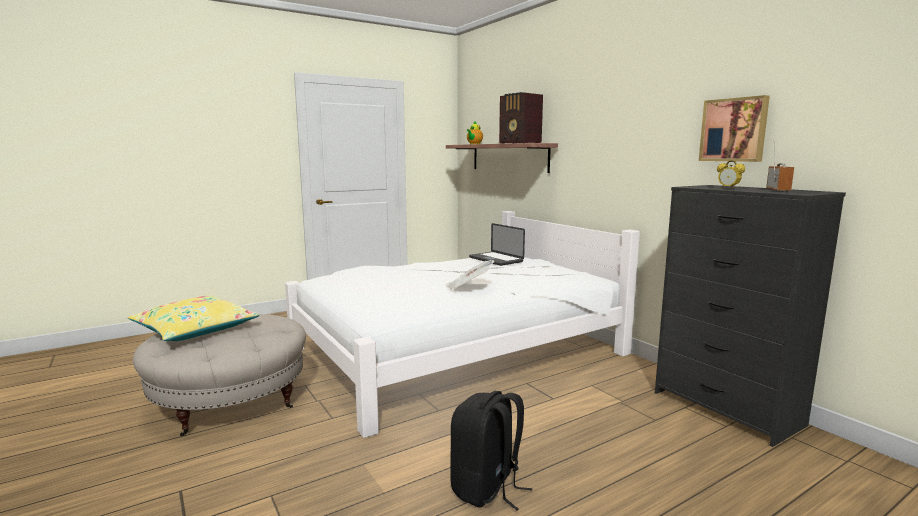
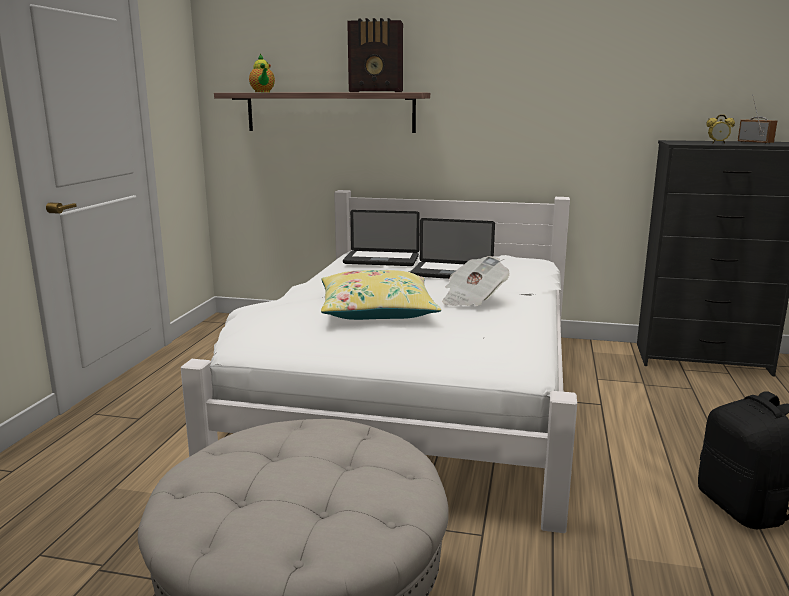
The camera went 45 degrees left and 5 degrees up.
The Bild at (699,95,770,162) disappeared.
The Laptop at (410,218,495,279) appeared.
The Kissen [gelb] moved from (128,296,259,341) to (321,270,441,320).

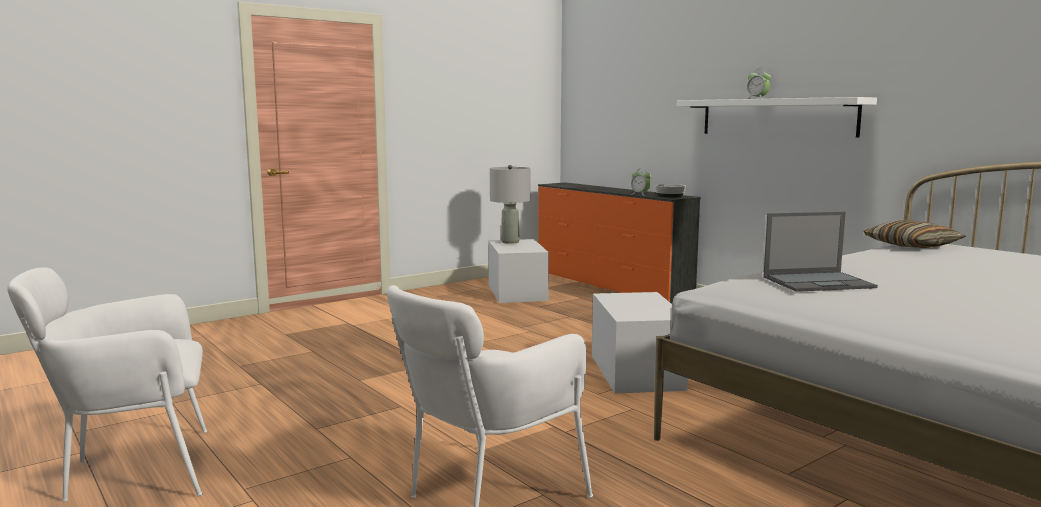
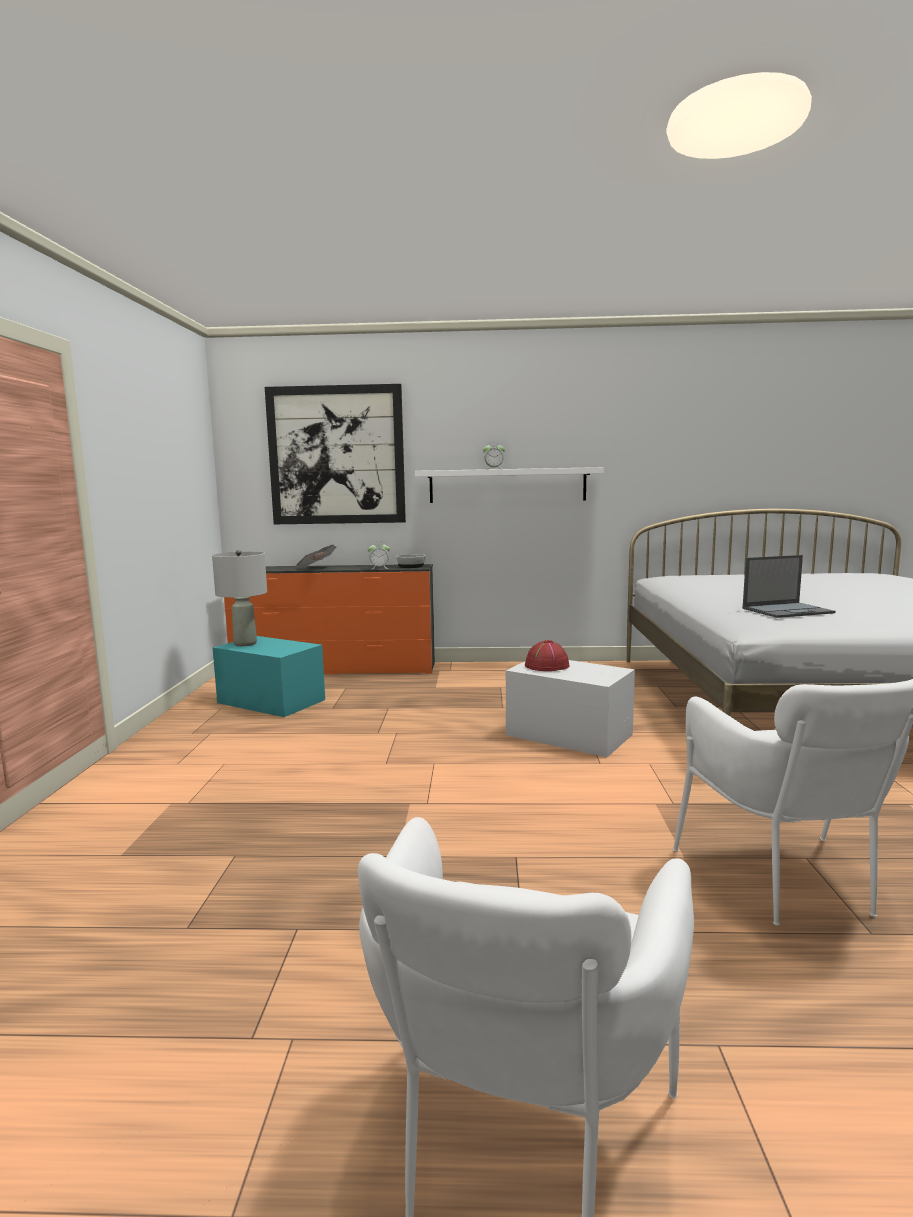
The camera went 50 degrees left and 0 degrees up.
The Kissen at (864,220,966,248) disappeared.
The Bild at (265,384,406,524) appeared.
The Zeitung at (294,545,336,567) appeared.
The Hut [rot] at (525,640,570,671) appeared.
The Aufbewahrungsbox [weiß] at (488,239,549,303) became the Aufbewahrungsbox [türkis] at (213,636,325,717).
The Laptop at (763,212,878,292) turned 45 degrees clockwise.

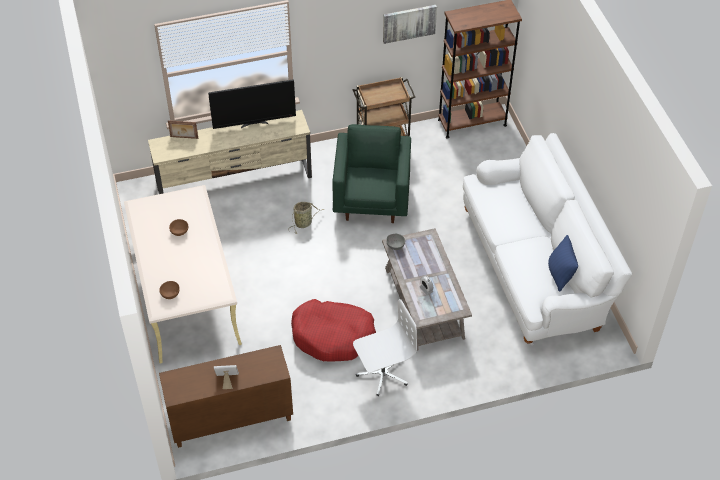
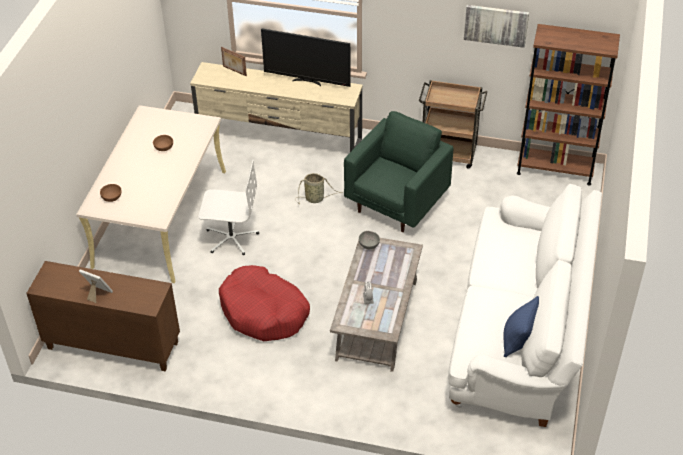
The camera went 30 degrees right and 5 degrees down.
The Bürostuhl [weiß] moved from (353,299,417,396) to (198,159,259,255).

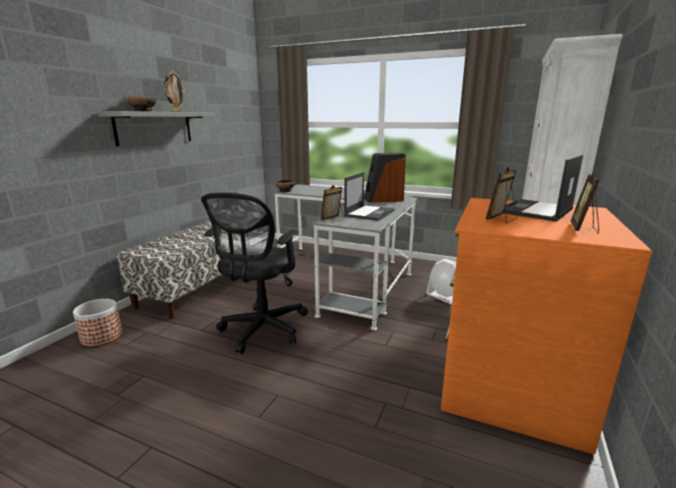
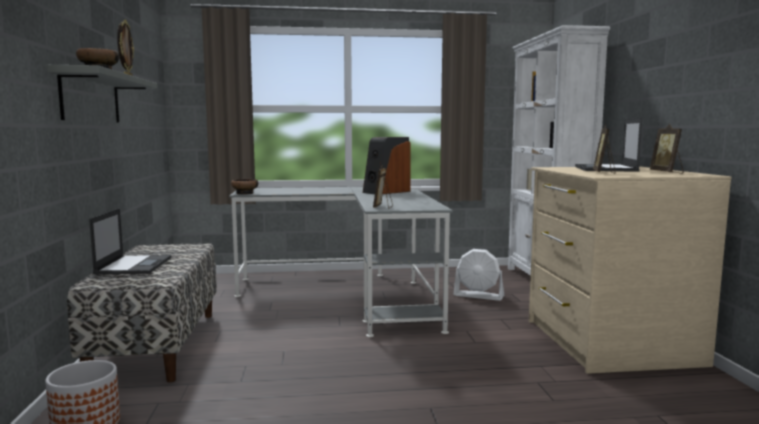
The camera went 30 degrees left and 10 degrees down.
The Bürostuhl [schwarz] at (201,193,308,354) disappeared.
The Laptop moved from (344,172,395,221) to (89,209,171,275).
The Kommode [orange] at (441,198,653,454) became the Kommode [beige] at (529,166,732,374).

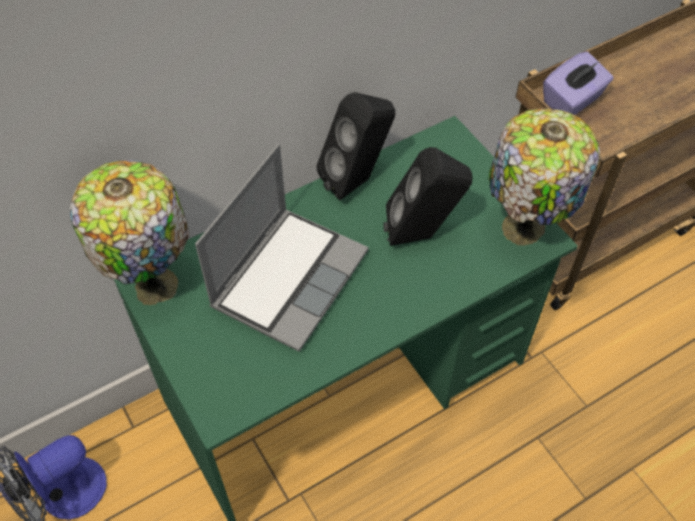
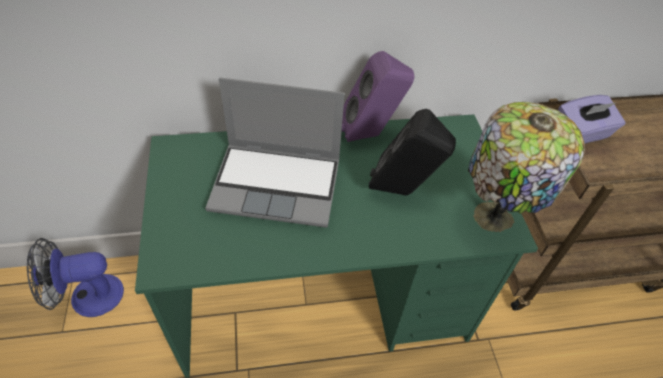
The camera went 20 degrees right and 5 degrees down.
The Tischlampe at (70,160,189,305) disappeared.
The Lautsprecher [schwarz] at (316,92,395,201) became the Lautsprecher [lila] at (342,51,414,142).
The Laptop at (195,144,369,352) turned 45 degrees clockwise.

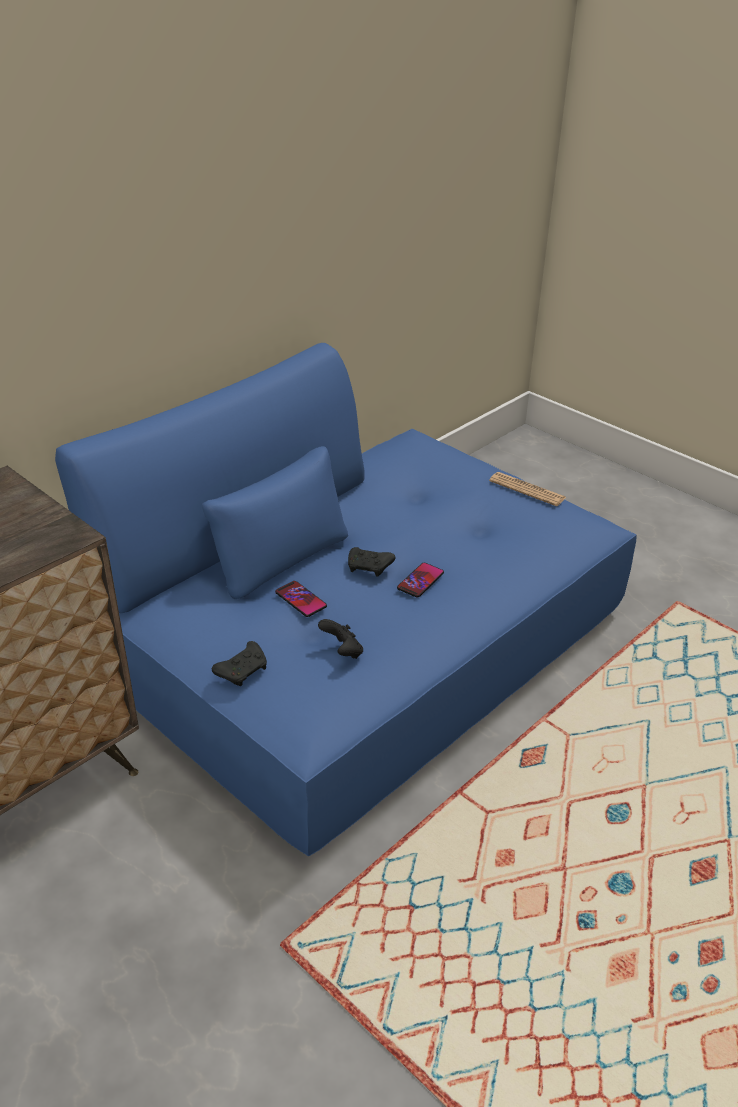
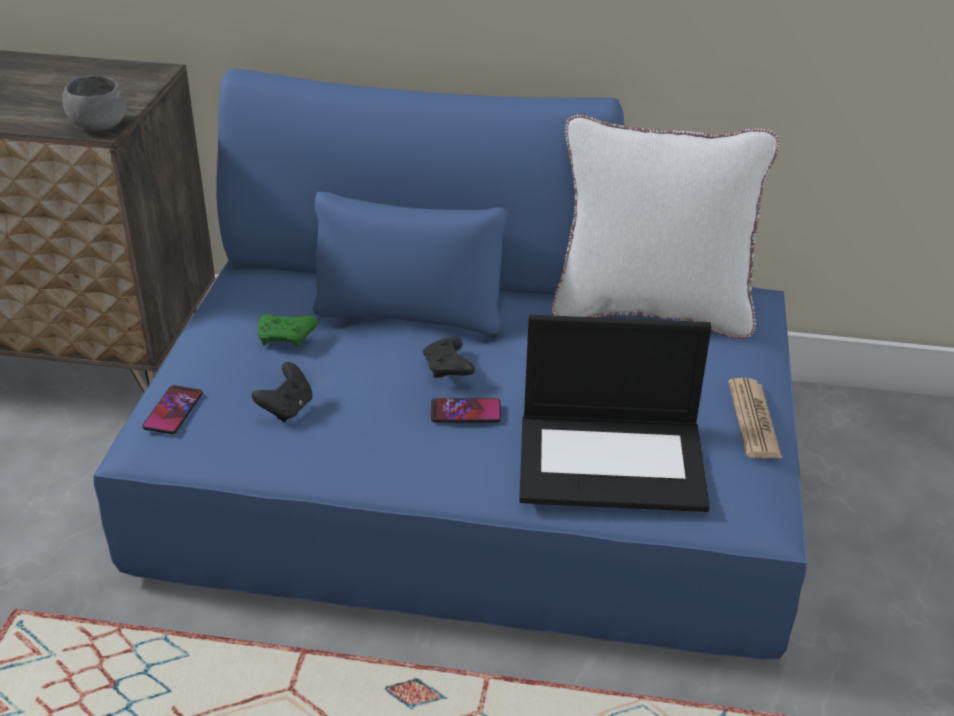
The camera went 55 degrees right and 0 degrees up.
The Gamepad [schwarz] at (212,641,267,686) disappeared.
The Schüssel [grau] at (62,76,127,131) appeared.
The Gamepad [grün] at (258,314,318,347) appeared.
The Laptop at (519,315,711,512) appeared.
The Kissen [weiß] at (552,114,779,339) appeared.
The Handy moved from (275,581,327,617) to (142,385,203,434).

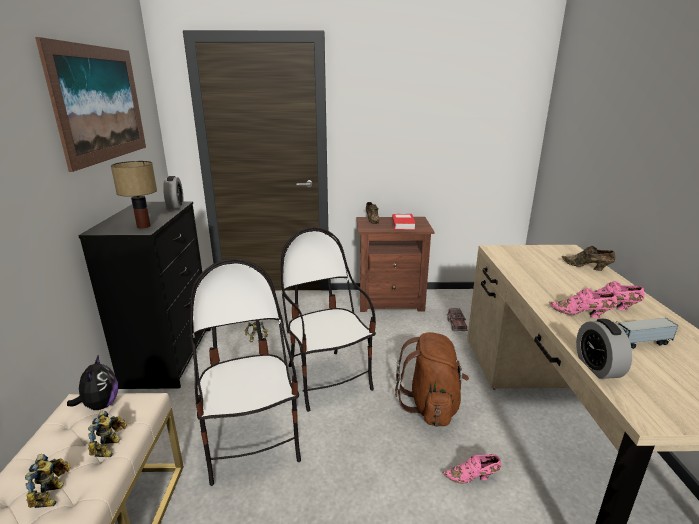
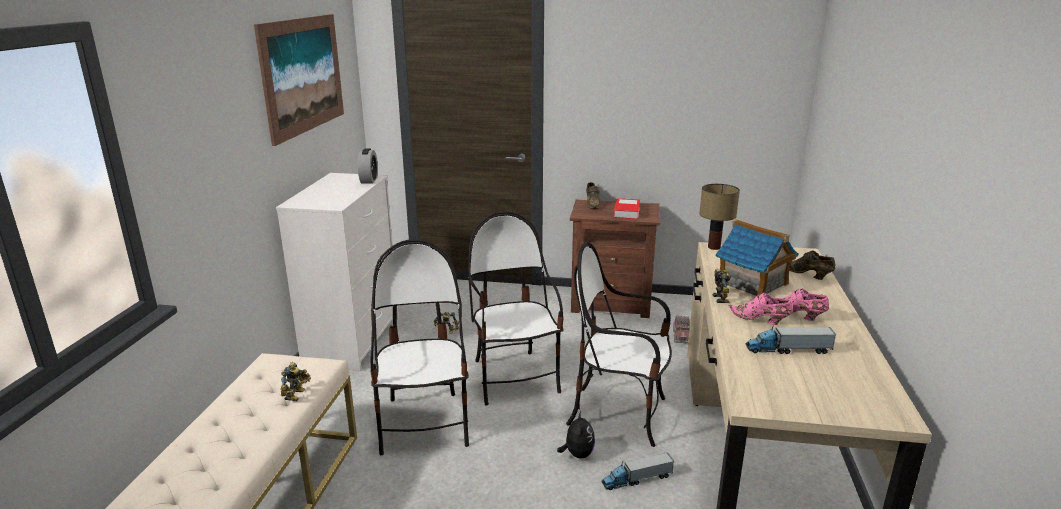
The camera went 10 degrees right and 0 degrees up.
The Wecker at (576,319,632,379) disappeared.
The Spielzeughaus at (716,219,798,296) appeared.
The Spielzeugroboter moved from (25,454,71,508) to (713,269,731,303).
The Plüschtier moved from (67,354,118,410) to (557,411,595,459).
The Tischlampe moved from (111,161,157,228) to (699,184,740,250).
The Rucksack [braun] at (395,332,469,427) was replaced by the Stuhl at (566,242,672,447).
The Schuh [rosa] at (443,454,501,484) was replaced by the Spielzeuglaster at (601,453,674,490).
The Kommode [schwarz] at (78,201,211,389) became the Kommode [weiß] at (276,173,399,371).

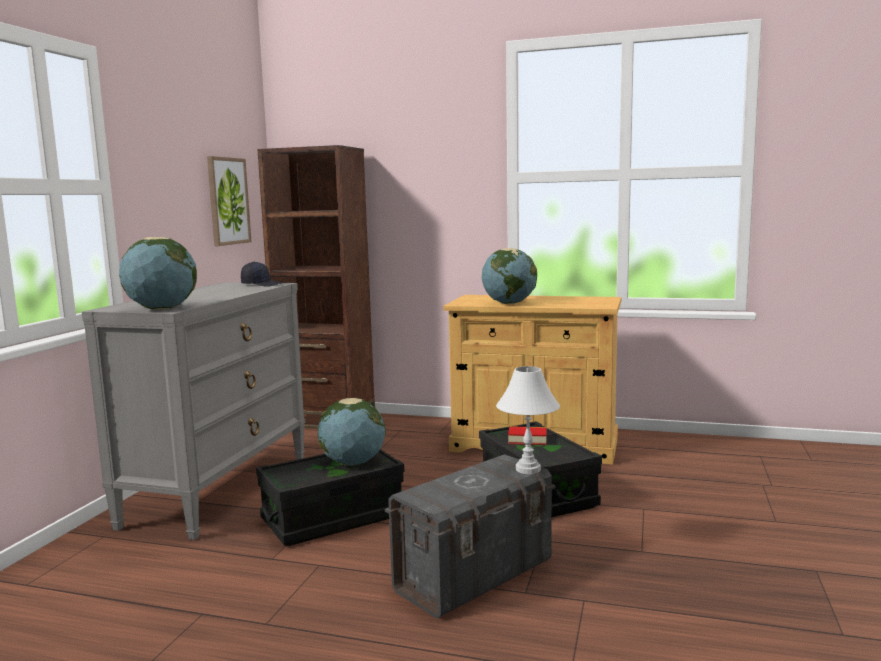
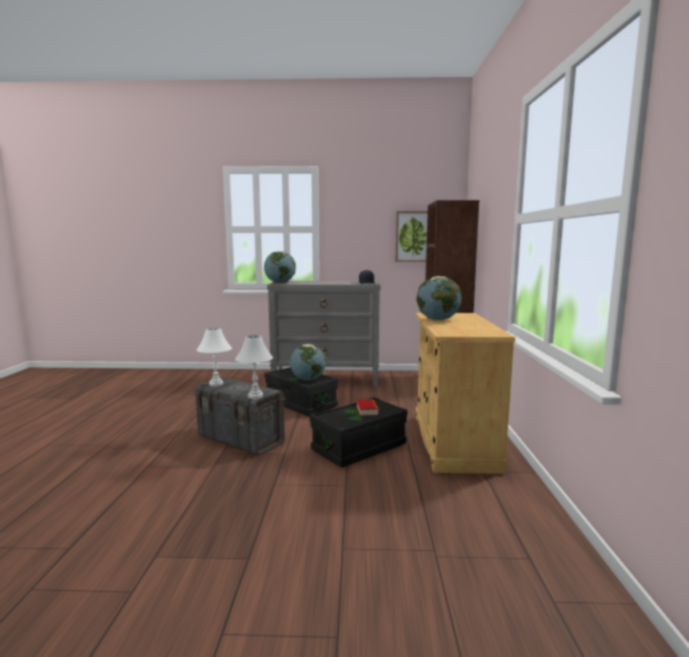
The camera went 75 degrees right and 0 degrees up.
The Tischlampe [weiß] at (197,328,232,386) appeared.

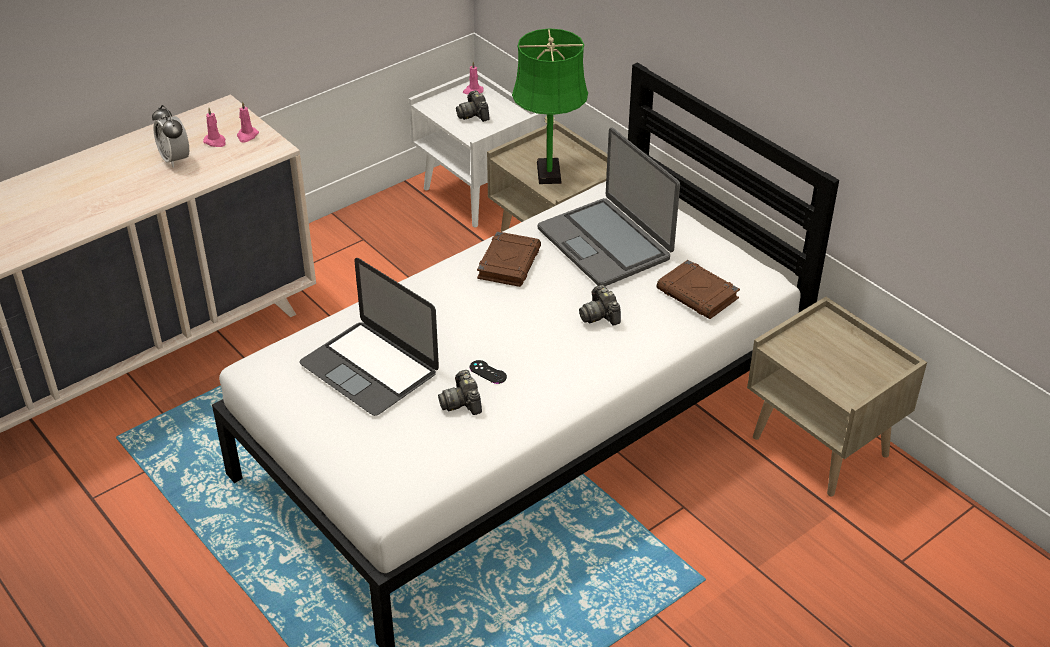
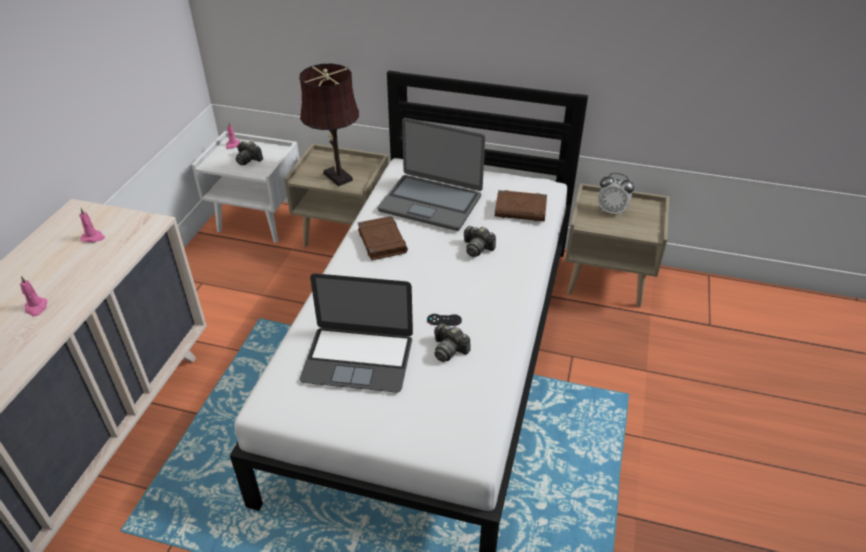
The camera went 35 degrees left and 0 degrees up.
The Wecker moved from (152,105,189,168) to (598,173,634,216).
The Kerze [rosa] moved from (237,101,259,142) to (20,276,48,316).
The Tischlampe [grün] at (512,28,588,184) became the Tischlampe [braun] at (299,64,359,186).

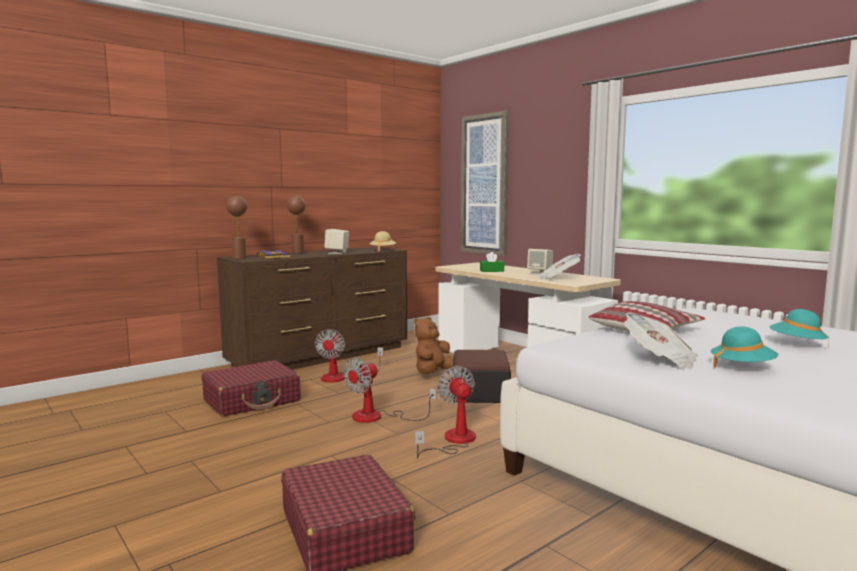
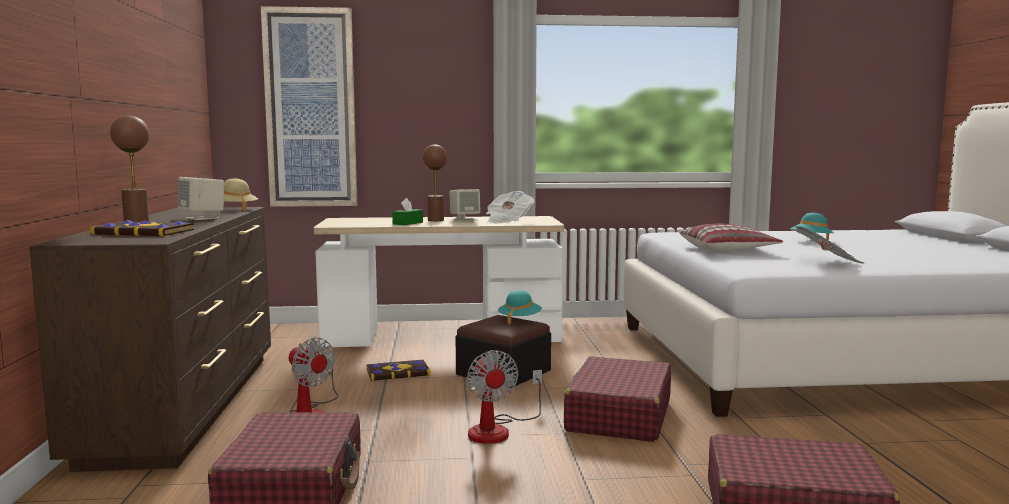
The camera went 55 degrees left and 0 degrees up.
The Tischlampe [braun] moved from (226,195,247,259) to (423,144,447,221).
The Hut [türkis] moved from (711,326,778,368) to (498,290,542,325).
The Plüschtier [braun] at (414,317,453,374) was replaced by the Buch at (366,360,431,381).
The Ventilator at (415,366,476,459) was replaced by the Koffer [rot] at (564,356,671,442).

